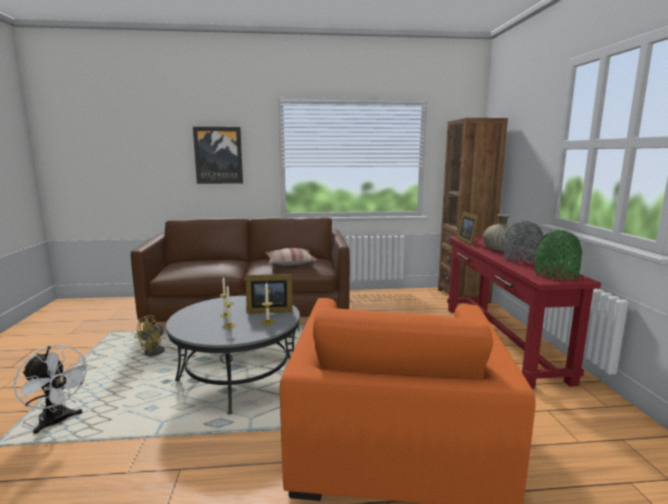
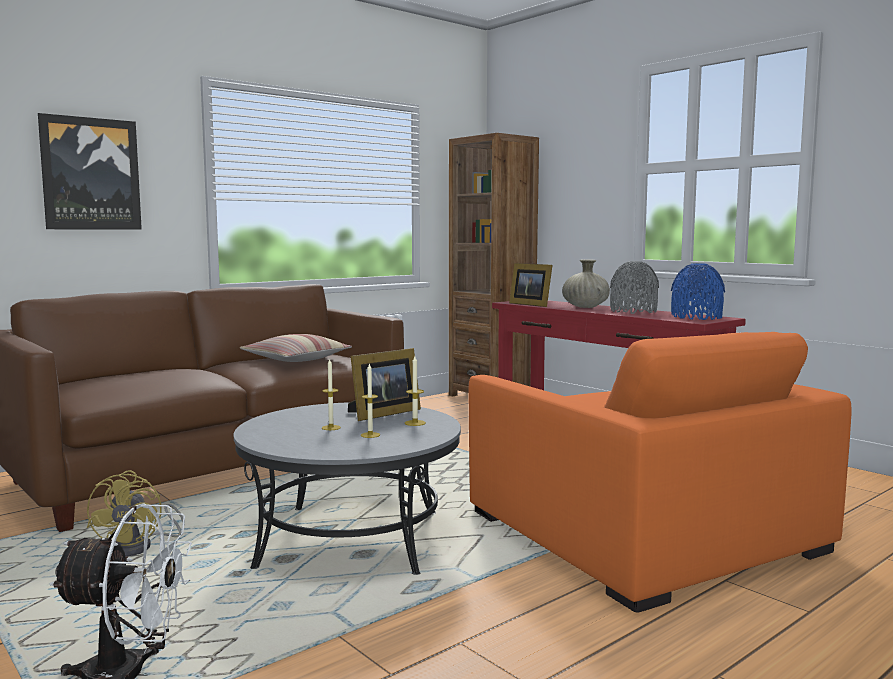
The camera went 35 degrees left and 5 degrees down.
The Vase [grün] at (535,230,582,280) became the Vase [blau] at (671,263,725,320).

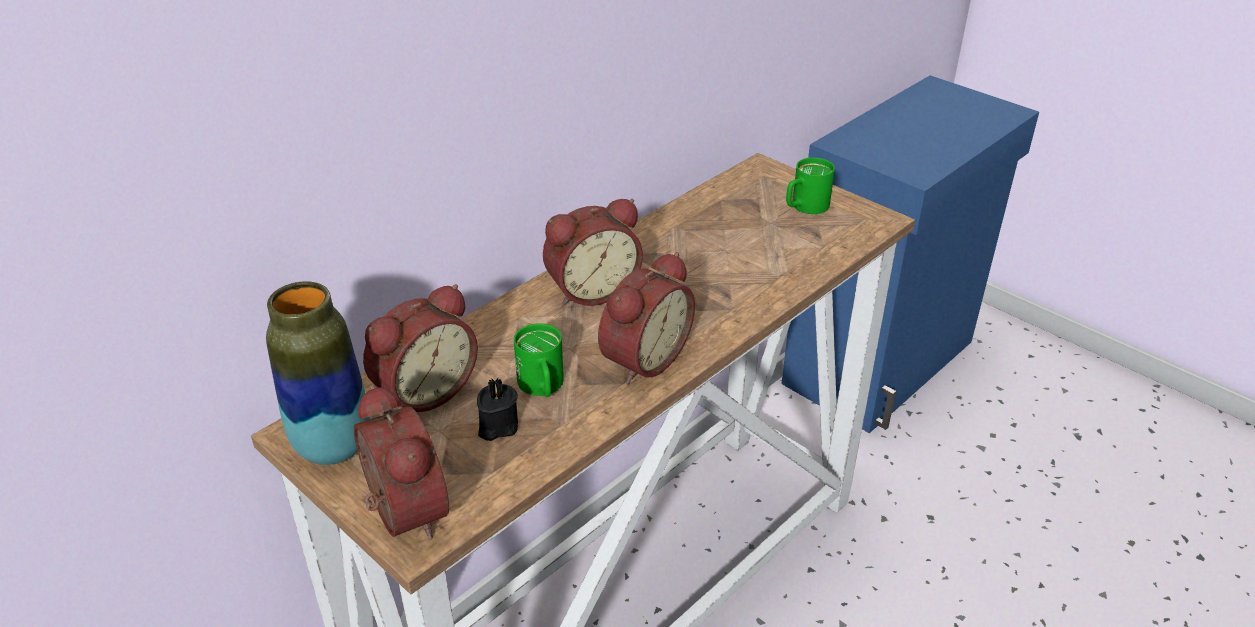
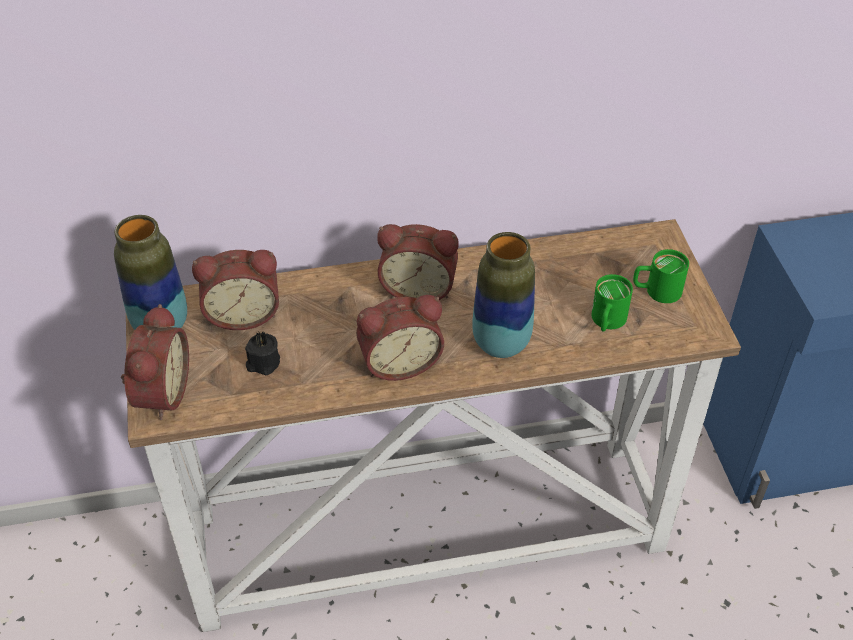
The camera went 35 degrees right and 10 degrees up.
The Vase at (472,232,535,358) appeared.
The Henkelbecher [grün] moved from (514,323,564,397) to (591,274,633,332).

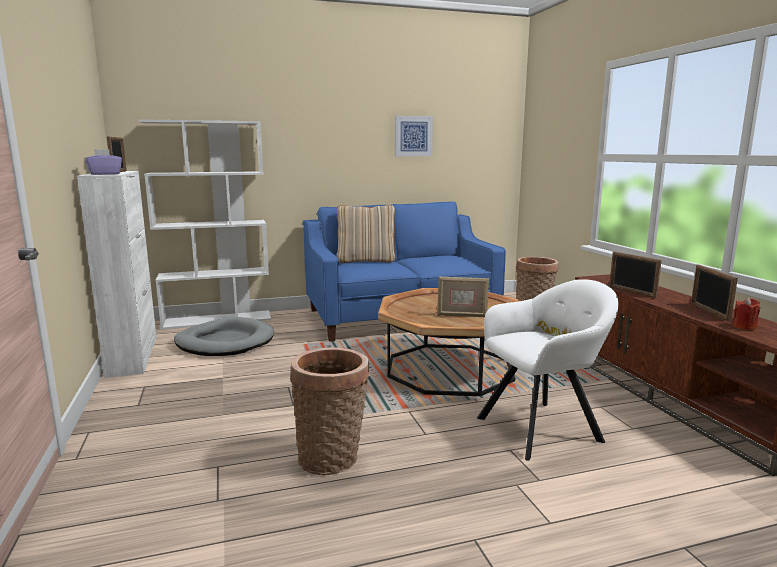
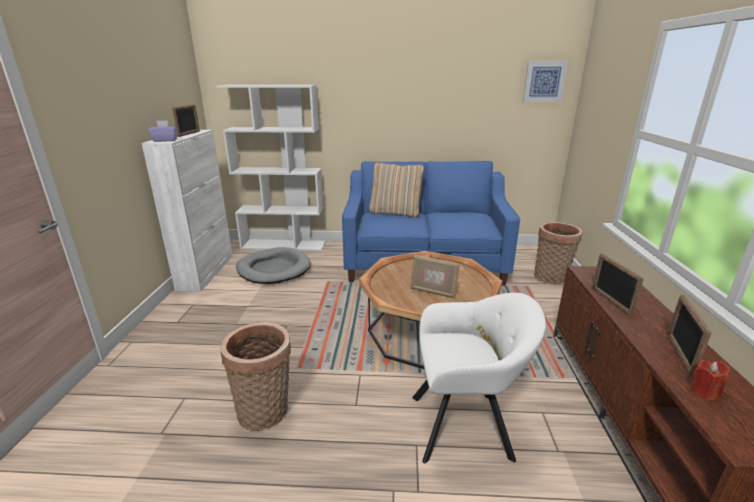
The camera went 20 degrees right and 10 degrees up.
The Bild moved from (395,116,433,156) to (523,61,568,102).

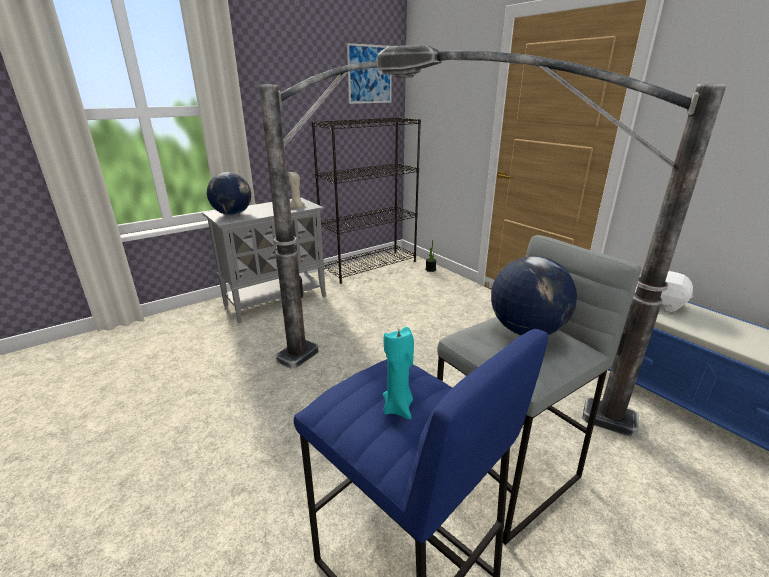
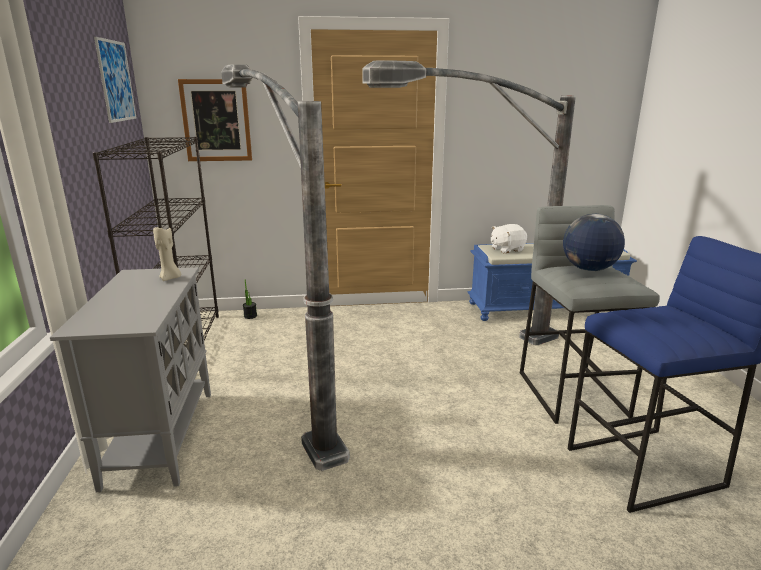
The camera went 60 degrees left and 5 degrees down.
The Globus at (207,172,251,215) disappeared.
The Kerze [türkis] at (383,327,414,419) disappeared.
The Bild at (178,79,252,161) appeared.

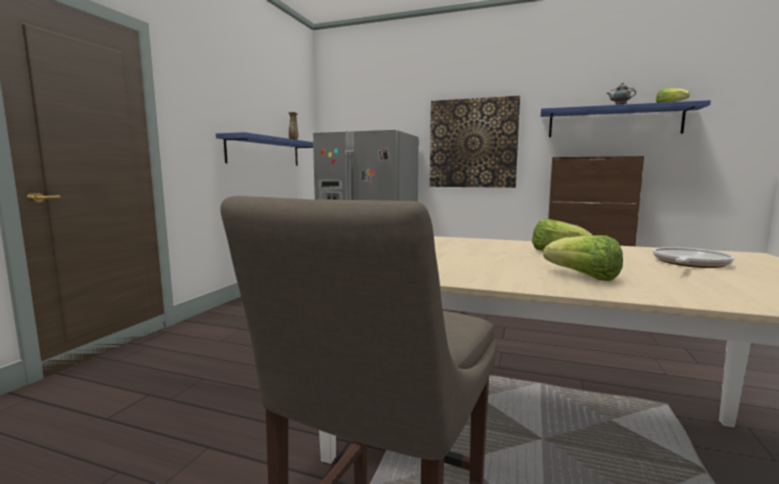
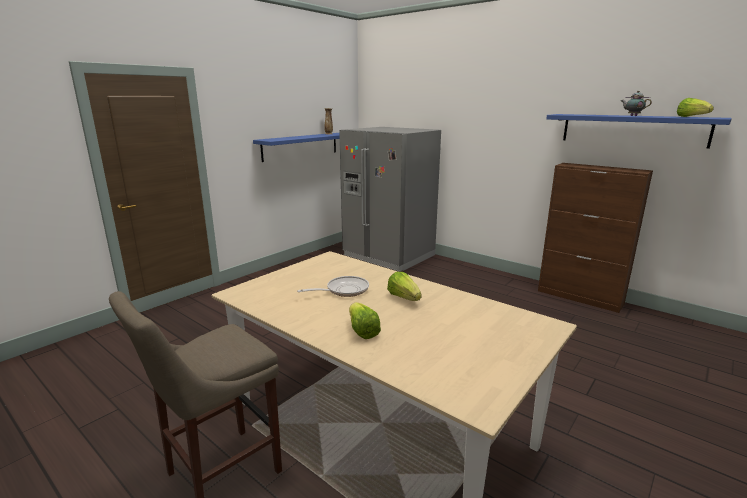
The camera went 20 degrees right and 10 degrees up.
The Bild at (430,96,520,188) disappeared.
The Pfanne moved from (653,247,734,268) to (297,276,369,297).

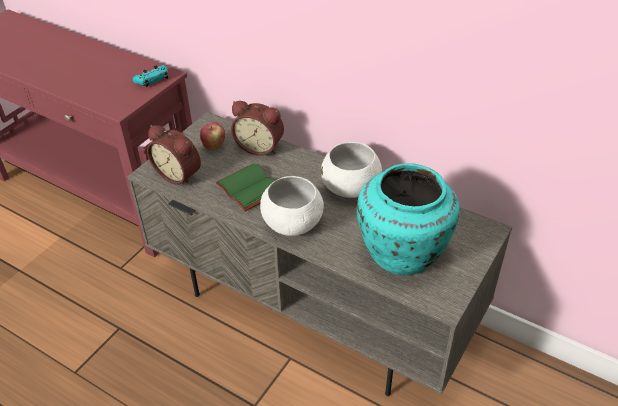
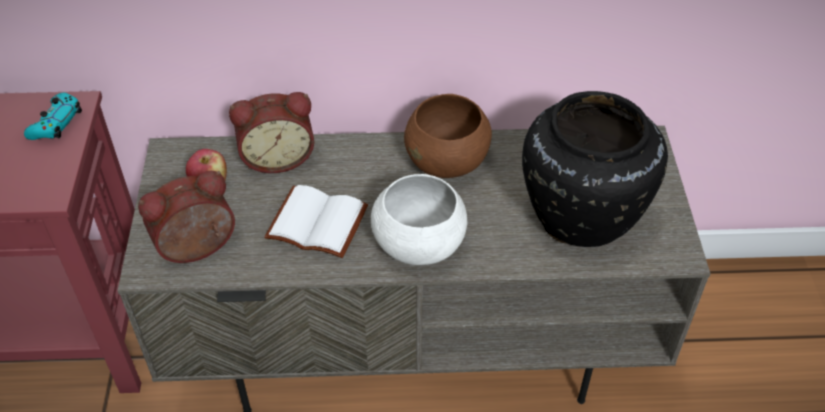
The camera went 35 degrees left and 5 degrees up.
The Buch [grün] at (215,164,275,211) became the Buch [weiß] at (264,185,368,258).
The Schüssel [weiß] at (321,142,382,198) became the Schüssel [braun] at (404,94,492,178).
The Vase [türkis] at (357,163,460,276) became the Vase [schwarz] at (522,91,668,247).
The Wecker at (147,125,201,185) turned 150 degrees clockwise.

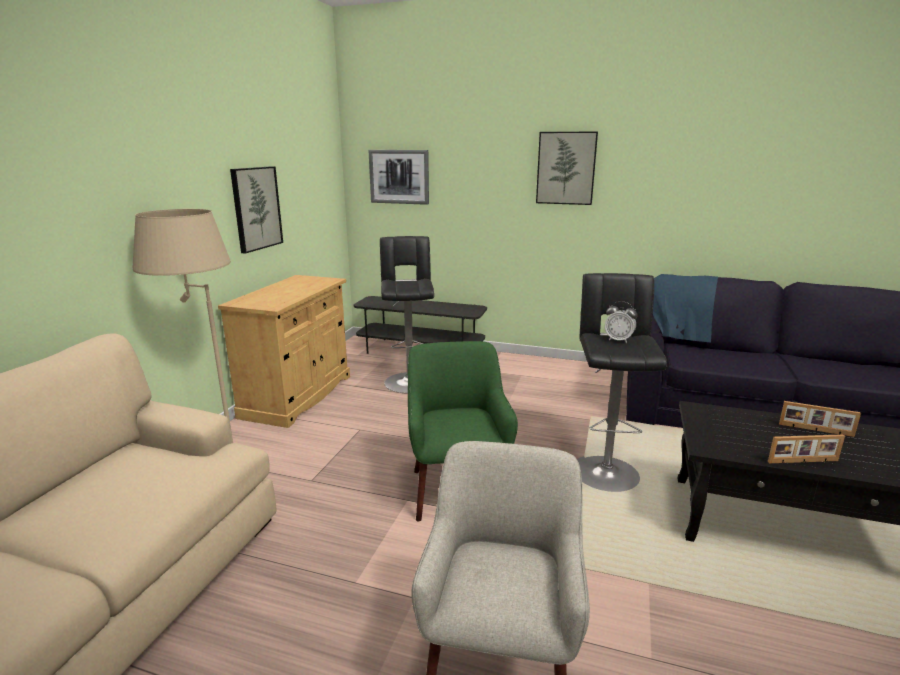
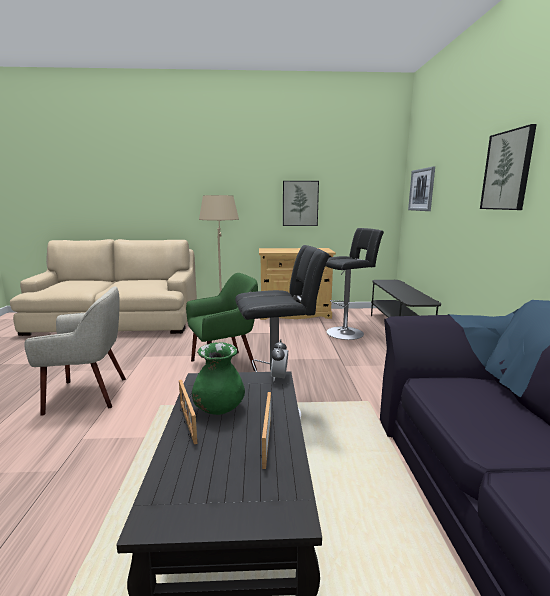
The camera went 70 degrees right and 5 degrees down.
The Vase [grün] at (192,342,245,415) appeared.
The Wecker moved from (605,301,638,343) to (271,339,288,381).

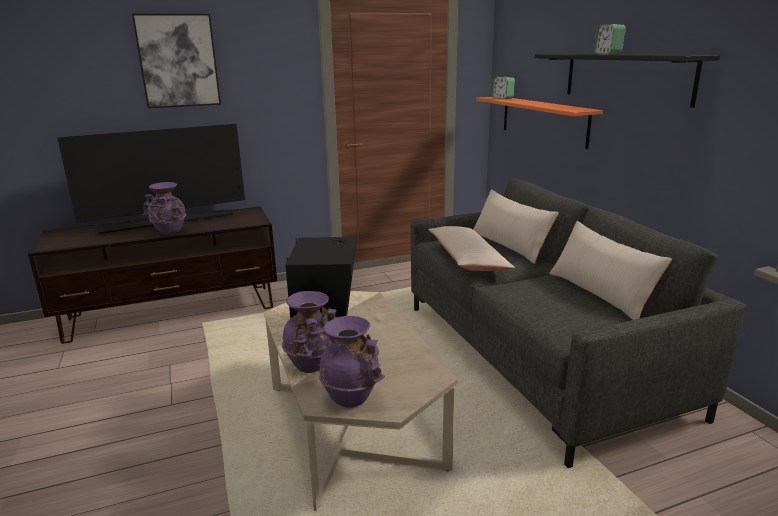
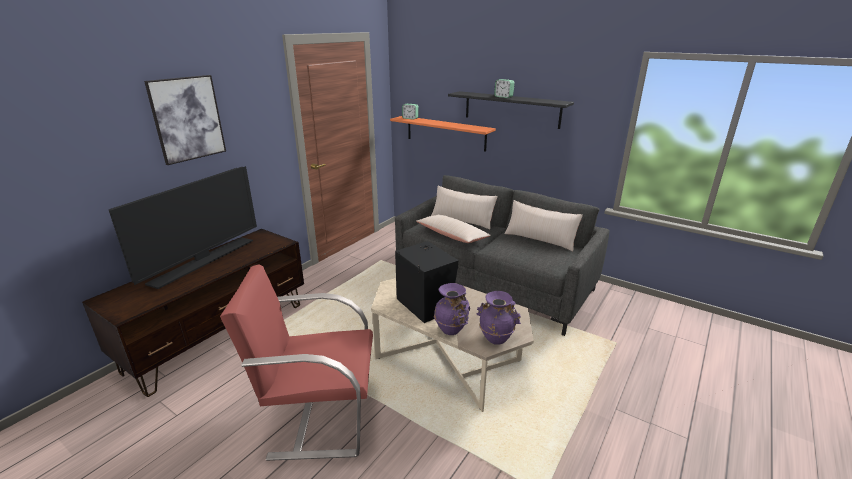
The camera went 35 degrees left and 5 degrees up.
The Vase [lila] at (143,182,186,235) disappeared.
The Sessel [rot] at (220,264,373,461) appeared.

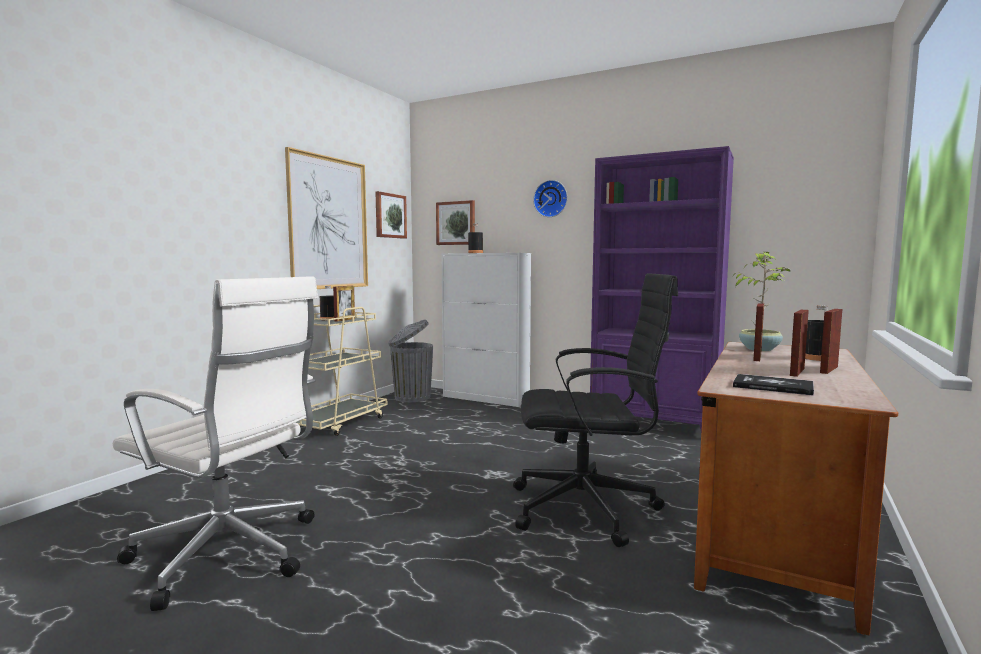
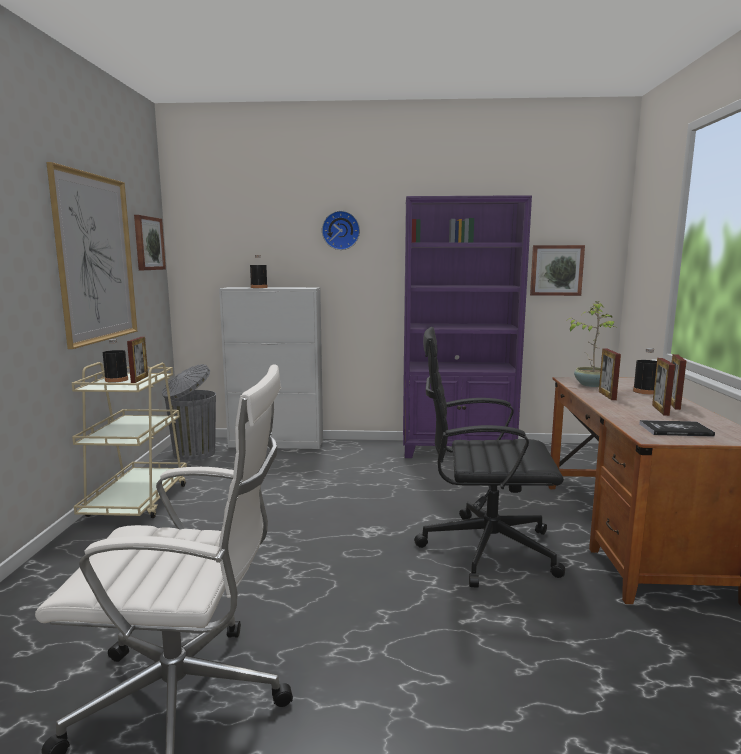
The camera went 25 degrees left and 5 degrees up.
The Bild moved from (436,200,475,245) to (530,245,585,296).
The Bürostuhl [schwarz] at (513,273,678,547) turned 150 degrees counterclockwise.

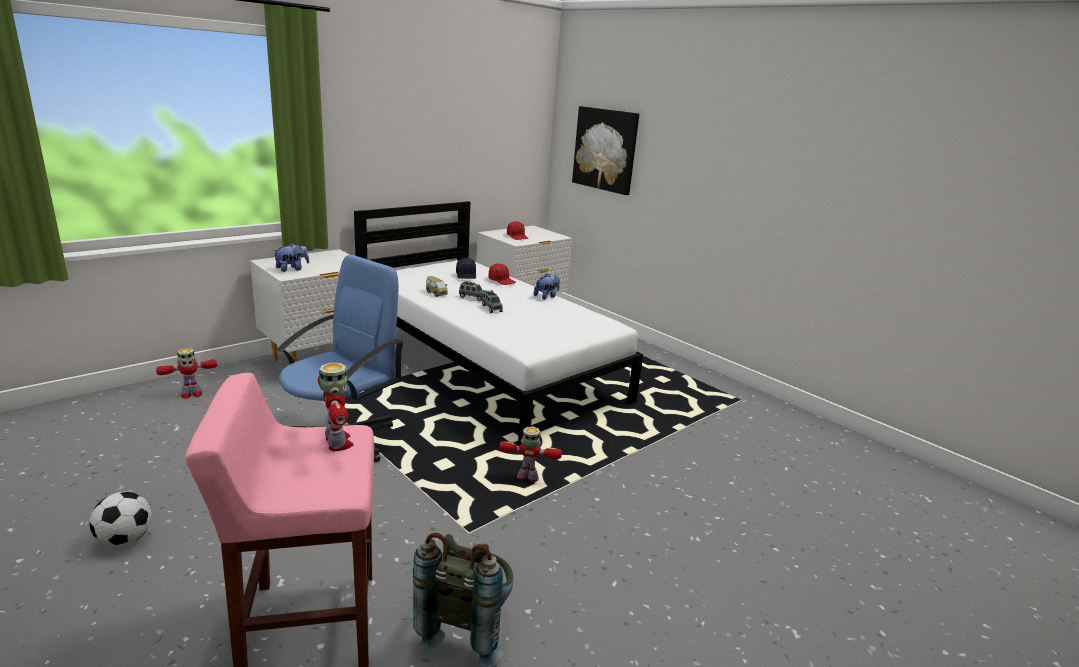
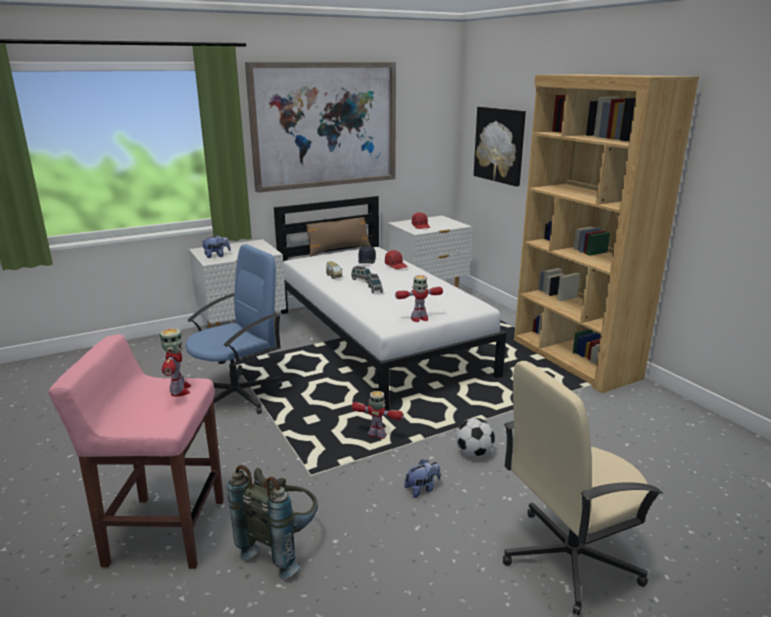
The camera went 15 degrees right and 0 degrees up.
The Bild at (245,62,396,193) appeared.
The Kissen [braun] at (306,214,371,257) appeared.
The Bürostuhl [beige] at (503,361,663,615) appeared.
The Bücherregal [braun] at (514,74,699,393) appeared.
The Fußball moved from (89,491,152,546) to (456,418,495,457).
The Spielzeugroboter moved from (156,348,217,399) to (395,275,443,322).
The Plüschtier moved from (534,273,560,300) to (404,459,441,498).

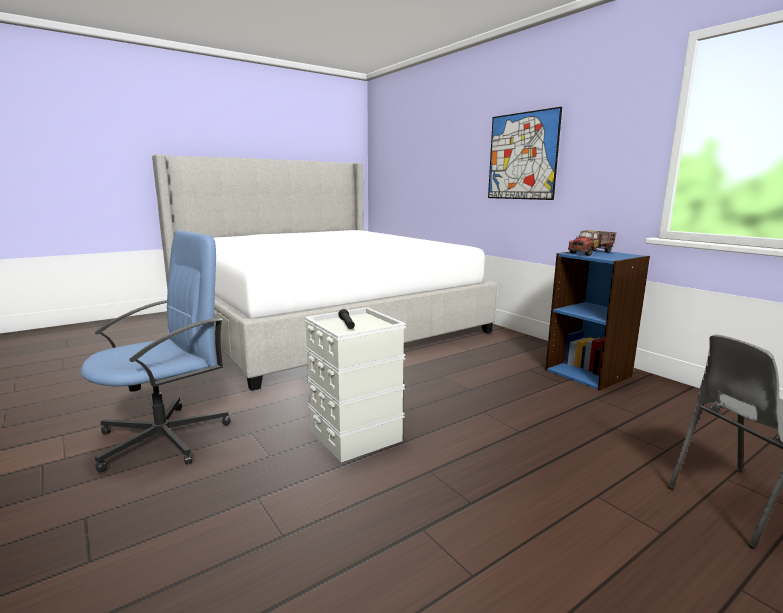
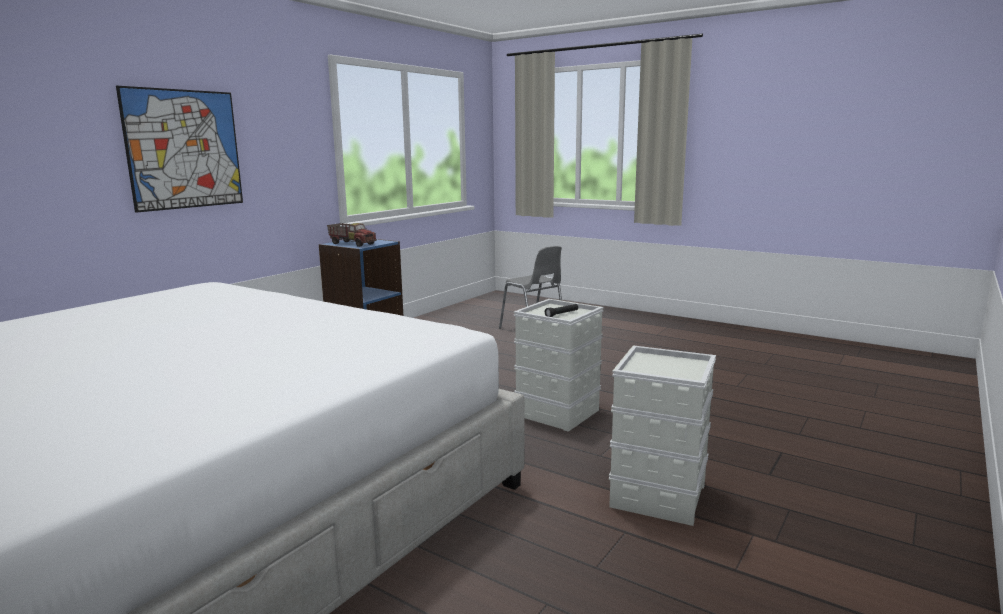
The camera went 110 degrees left and 0 degrees up.
The Bürostuhl [blau] at (80,231,230,472) was replaced by the Aufbewahrungsbox [grau] at (609,345,716,526).

